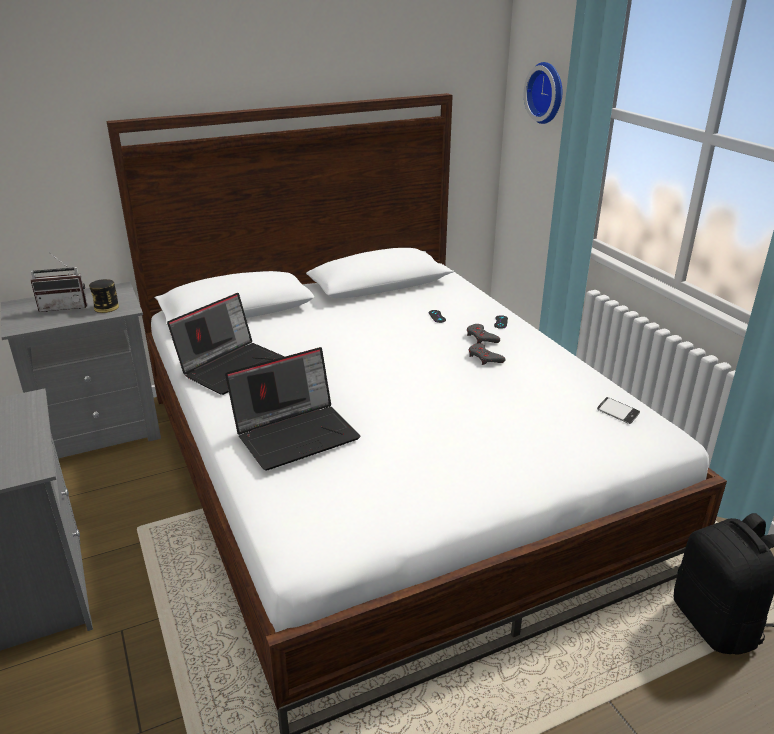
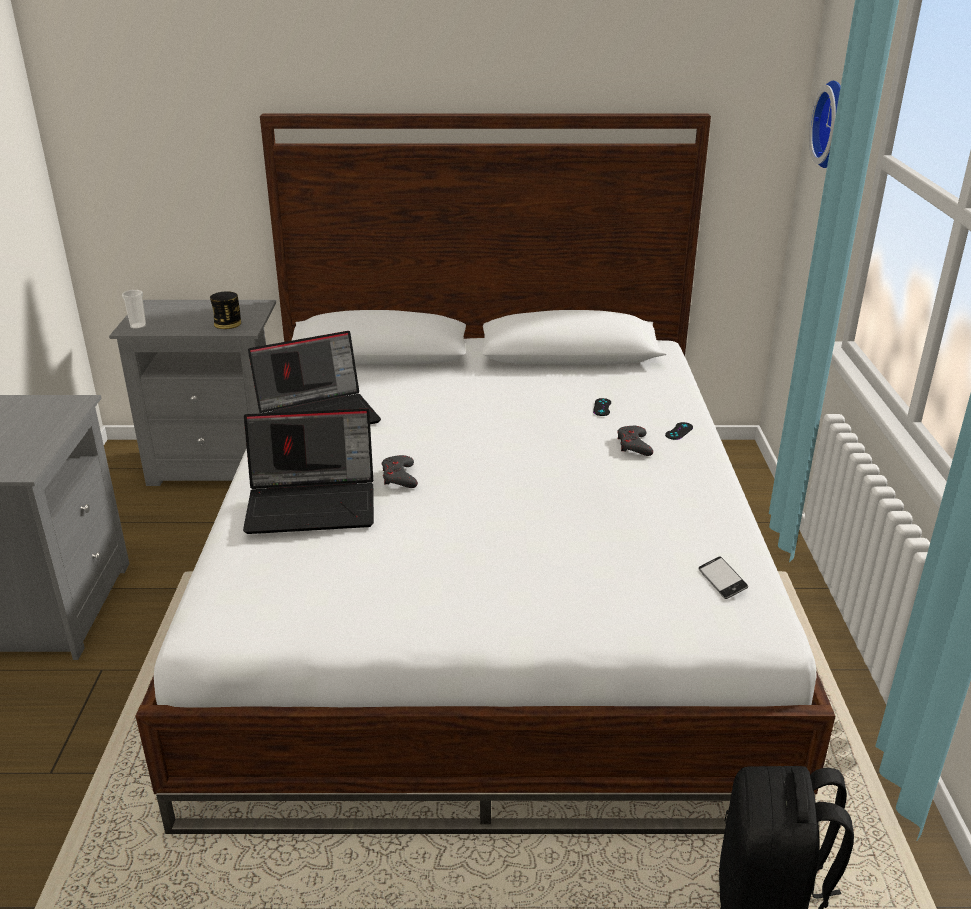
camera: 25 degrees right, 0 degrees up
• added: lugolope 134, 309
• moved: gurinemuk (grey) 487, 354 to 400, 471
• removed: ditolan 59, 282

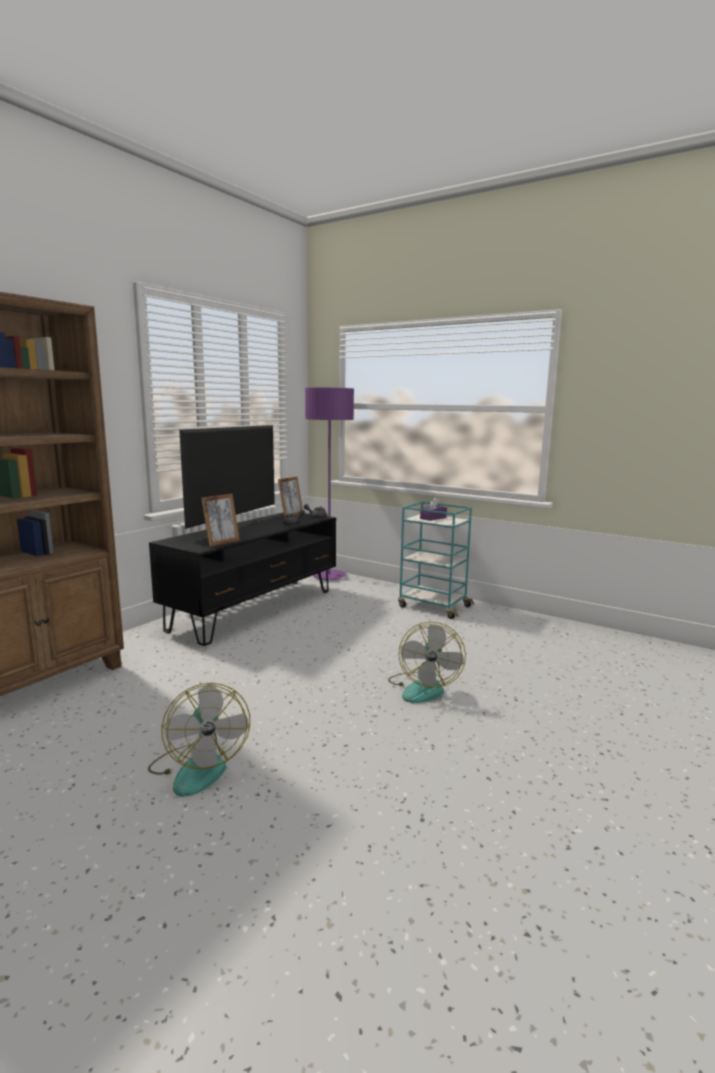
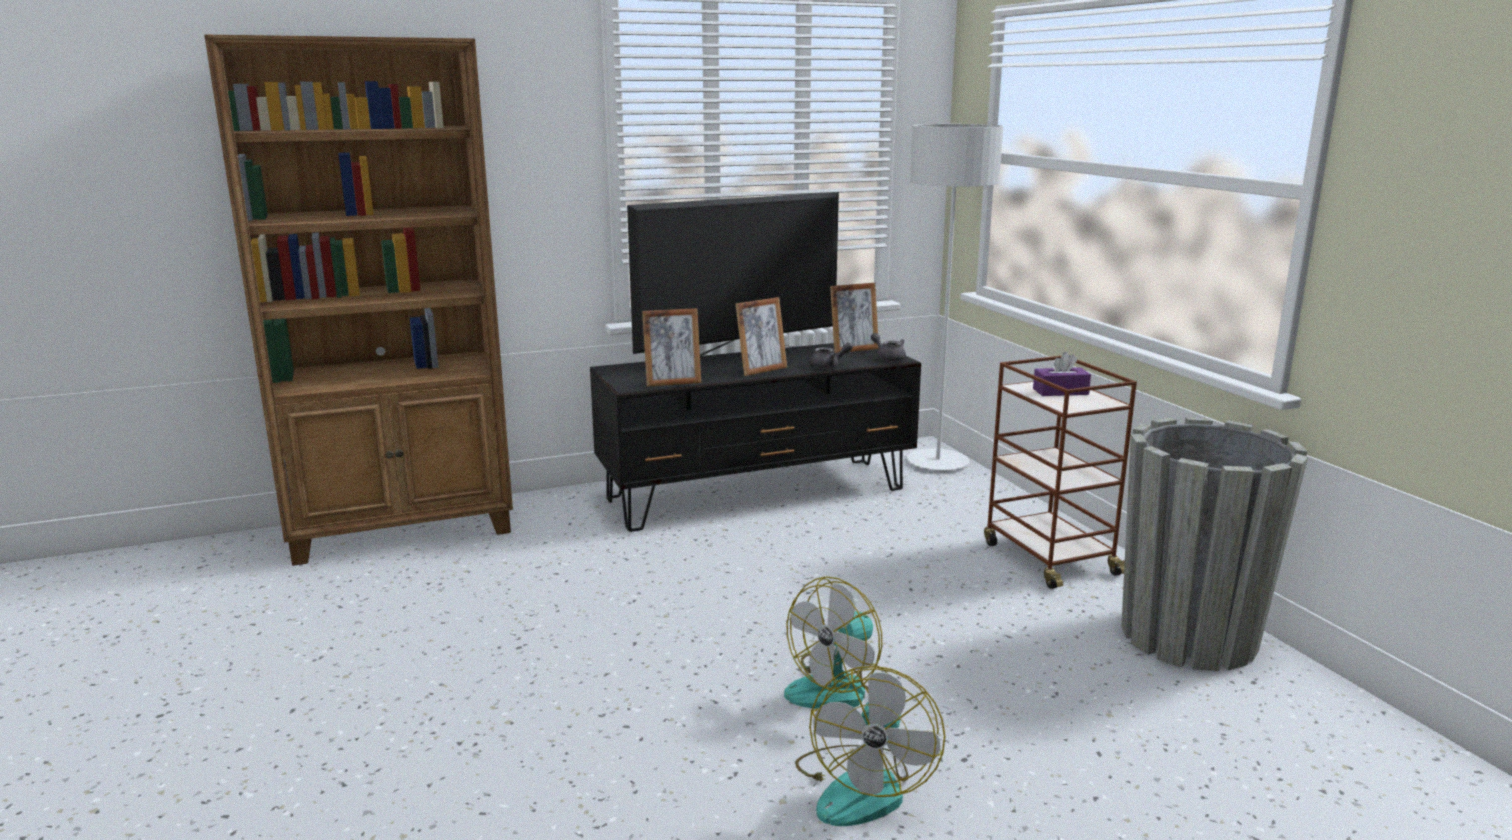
camera: 35 degrees right, 5 degrees up
• added: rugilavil 761, 336
• moved: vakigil 199, 740 to 870, 746
• recoloured: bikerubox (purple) 329, 484 to bikerubox (grey) 955, 297
• recoloured: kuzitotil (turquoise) 436, 560 to kuzitotil (brown) 1060, 472
• added: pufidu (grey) 1214, 544

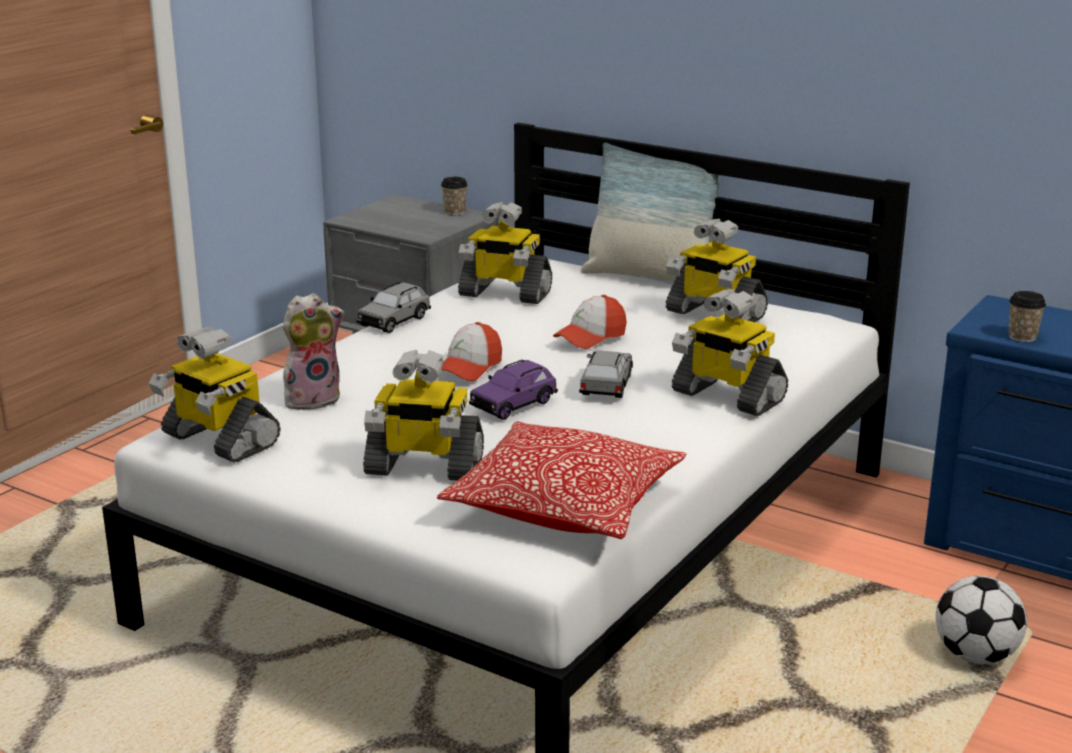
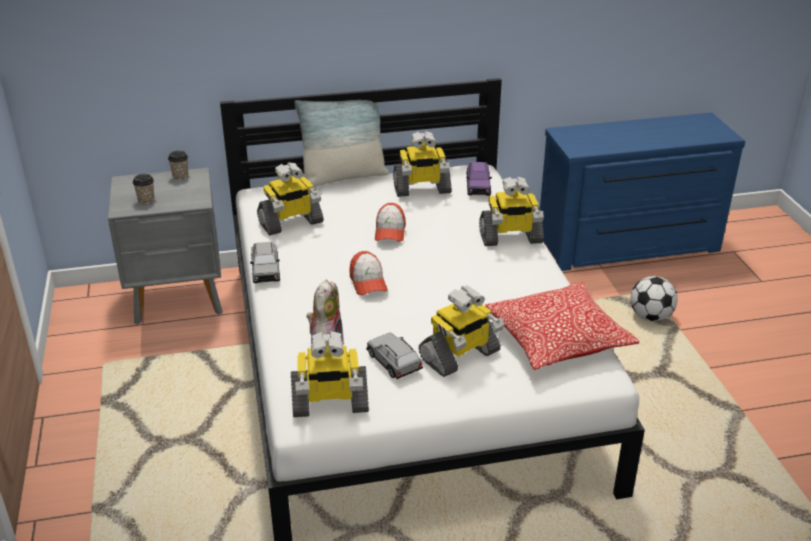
camera: 45 degrees left, 10 degrees up
• moved: lugolope 1027, 316 to 144, 189
• moved: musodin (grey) 606, 374 to 394, 356
• moved: musodin (purple) 513, 390 to 479, 179

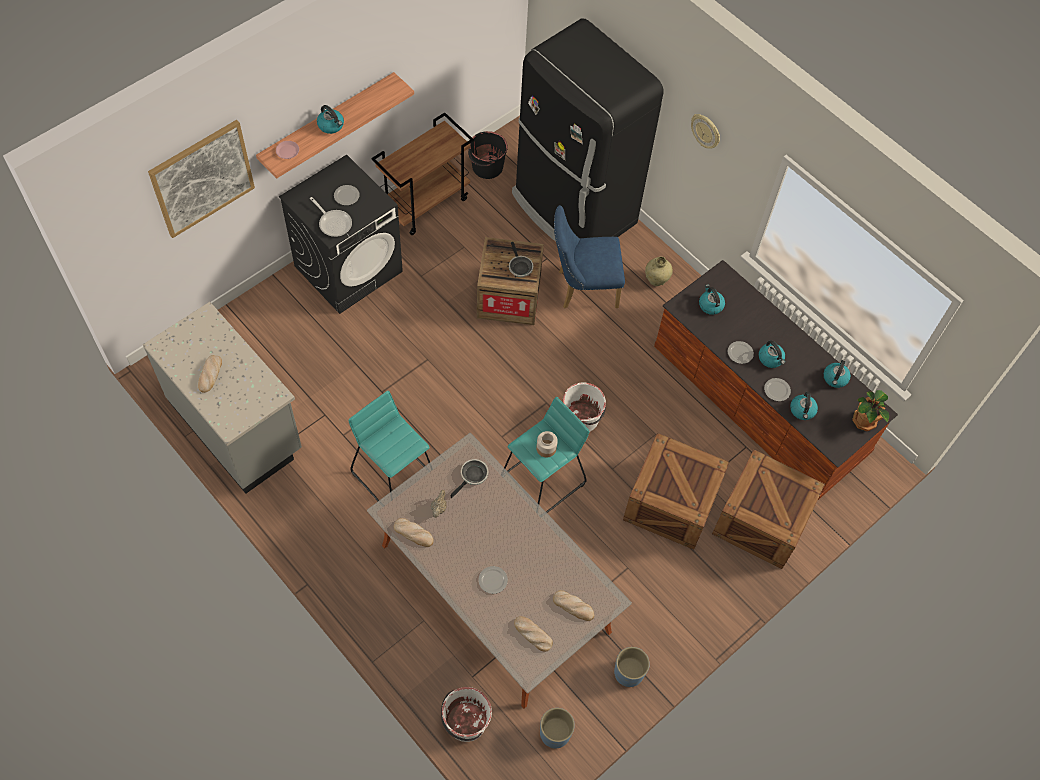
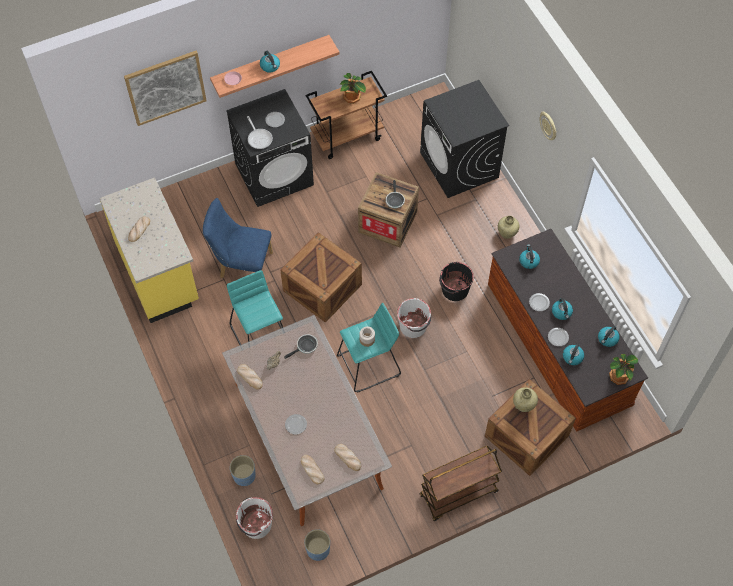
camera: 20 degrees right, 0 degrees up
• recoloured: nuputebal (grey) 222, 398 to nuputebal (yellow) 149, 250
• moved: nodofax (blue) 589, 257 to 238, 238
• moved: pufidu (blue) 632, 667 to 243, 470
• moved: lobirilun 676, 491 to 321, 277
• added: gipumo 353, 88
• replaced: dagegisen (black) 587, 130 to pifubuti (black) 464, 139
• added: kuzitotil (brown) 461, 483
• moved: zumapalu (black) 488, 155 to 456, 281
• added: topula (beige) 525, 399

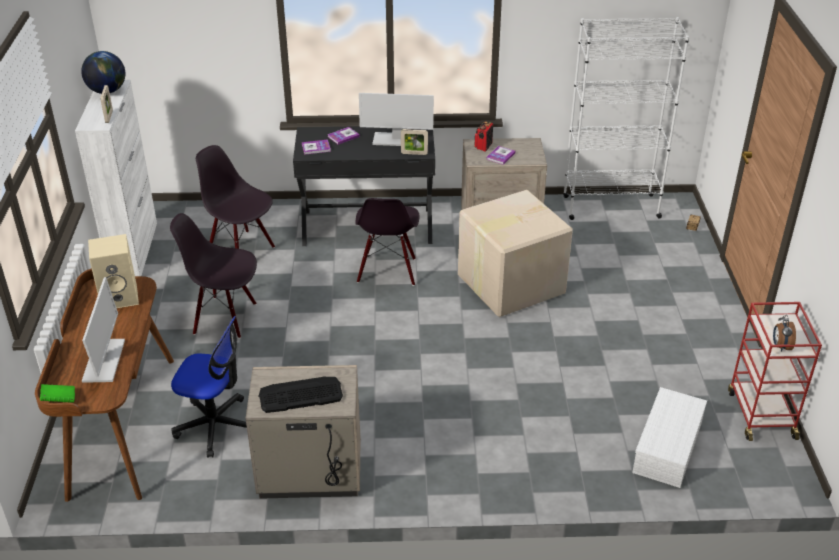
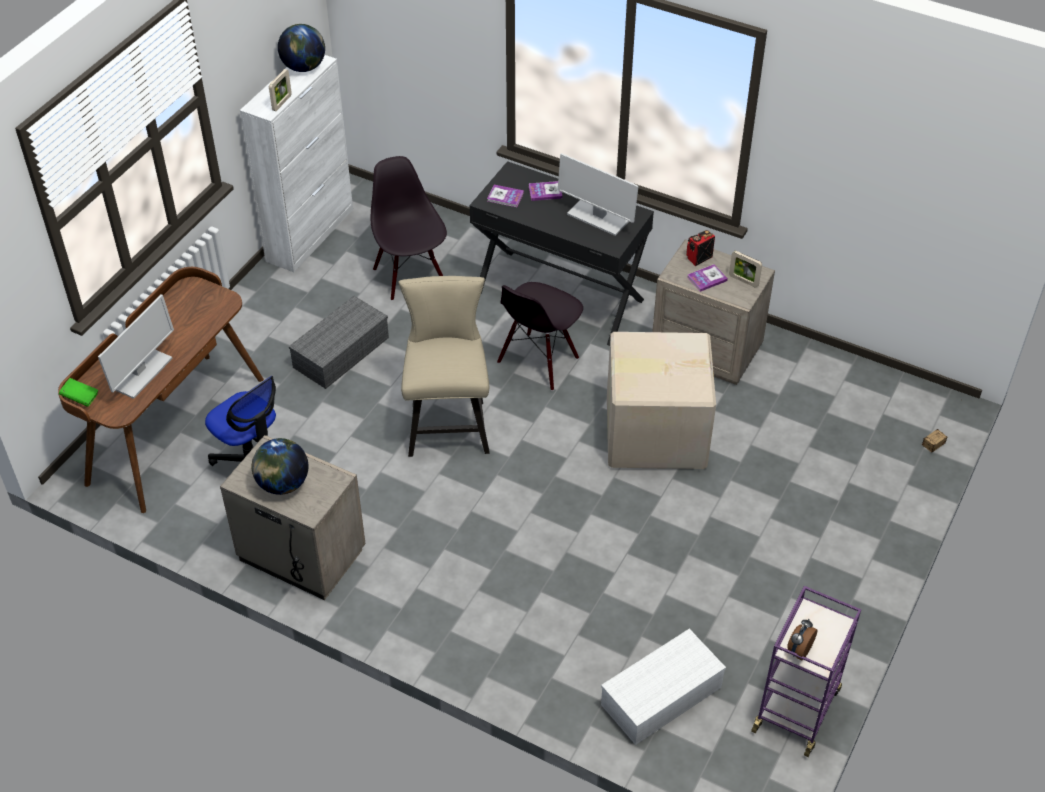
camera: 30 degrees right, 10 degrees up
• replaced: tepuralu 301, 395 to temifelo 280, 466
• replaced: nodofax (black) 213, 276 to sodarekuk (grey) 339, 342
• added: nodofax (beige) 444, 366
• moved: rugilavil 414, 142 to 745, 269
• recoloured: kuzitotil (red) 775, 371 to kuzitotil (purple) 806, 671
• removed: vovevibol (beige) 113, 271
• removed: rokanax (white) 626, 118

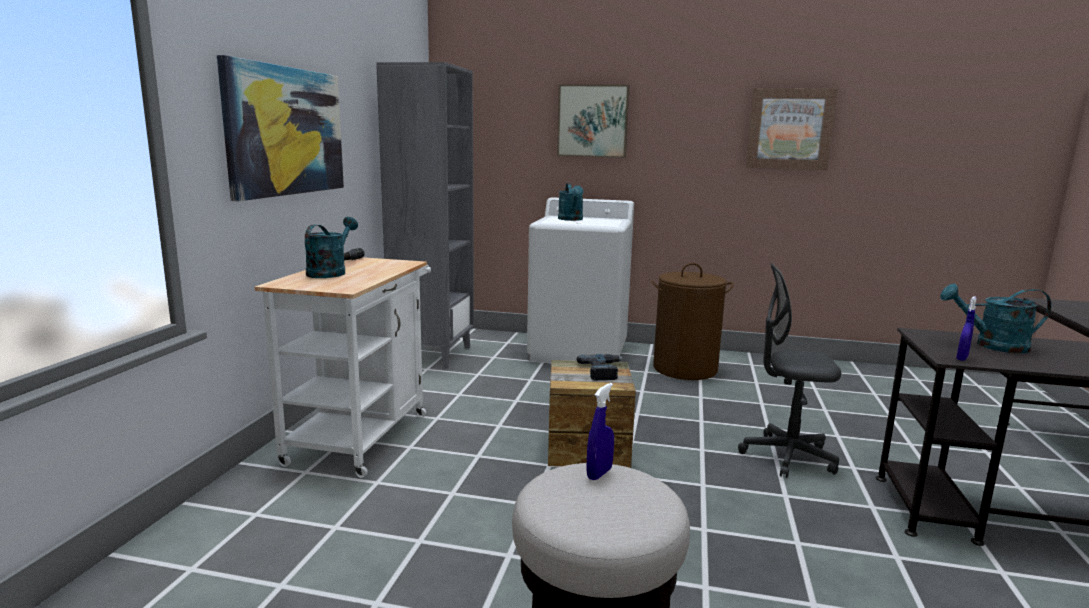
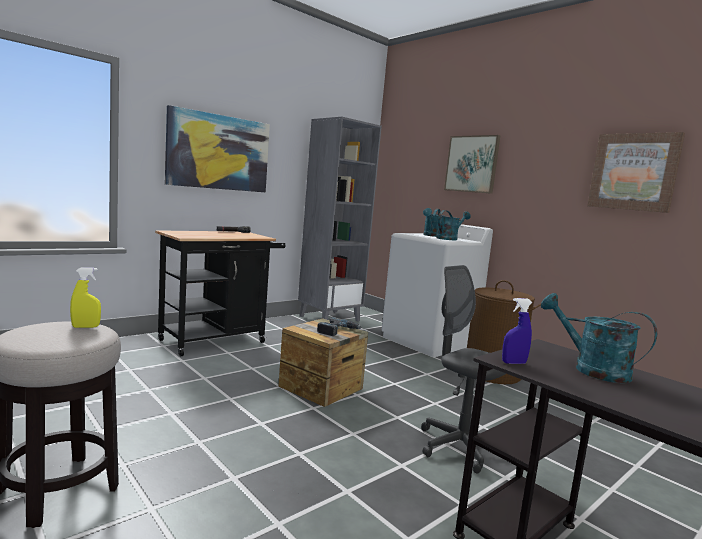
camera: 35 degrees right, 5 degrees down
• recoloured: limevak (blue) 600, 431 to limevak (yellow) 85, 297
• recoloured: kuzitotil (white) 343, 367 to kuzitotil (black) 220, 293
• moved: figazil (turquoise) 331, 247 to 453, 225

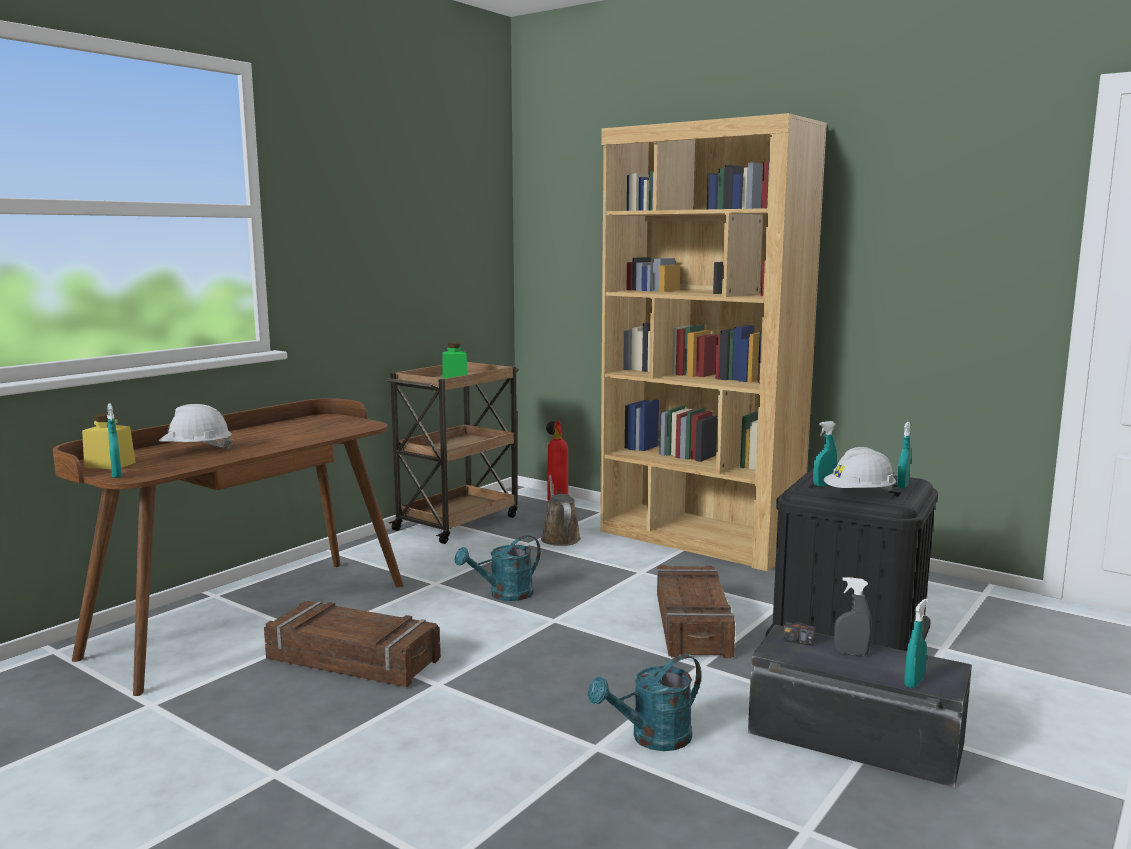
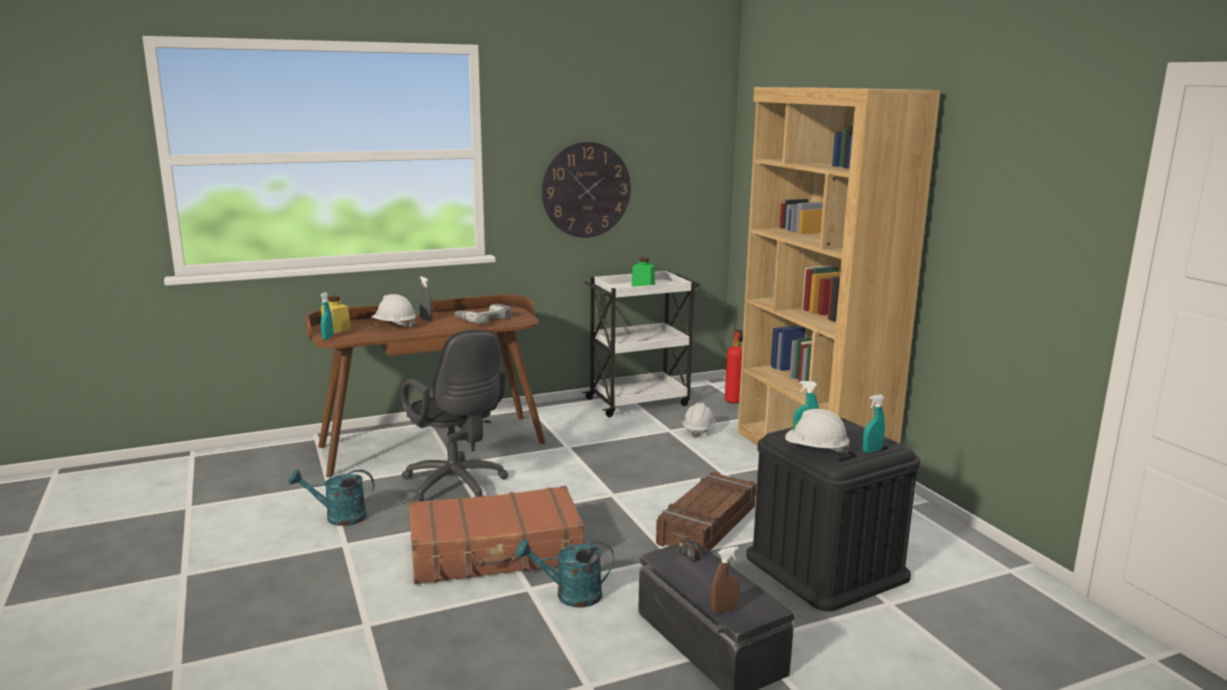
camera: 30 degrees right, 5 degrees up
• moved: figazil (turquoise) 498, 568 to 331, 497
• replaced: lobirilun 352, 644 to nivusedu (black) 454, 416
• added: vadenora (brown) 496, 535
• moved: limevak (grey) 853, 616 to 426, 298
• added: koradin 482, 314
• added: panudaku 586, 190
• recoloured: kuzitotil (brown) 452, 452 to kuzitotil (white) 641, 344
• replaced: figazil (brown) 561, 510 to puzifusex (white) 699, 420
• recoloured: limevak (turquoise) 915, 643 to limevak (brown) 725, 579

